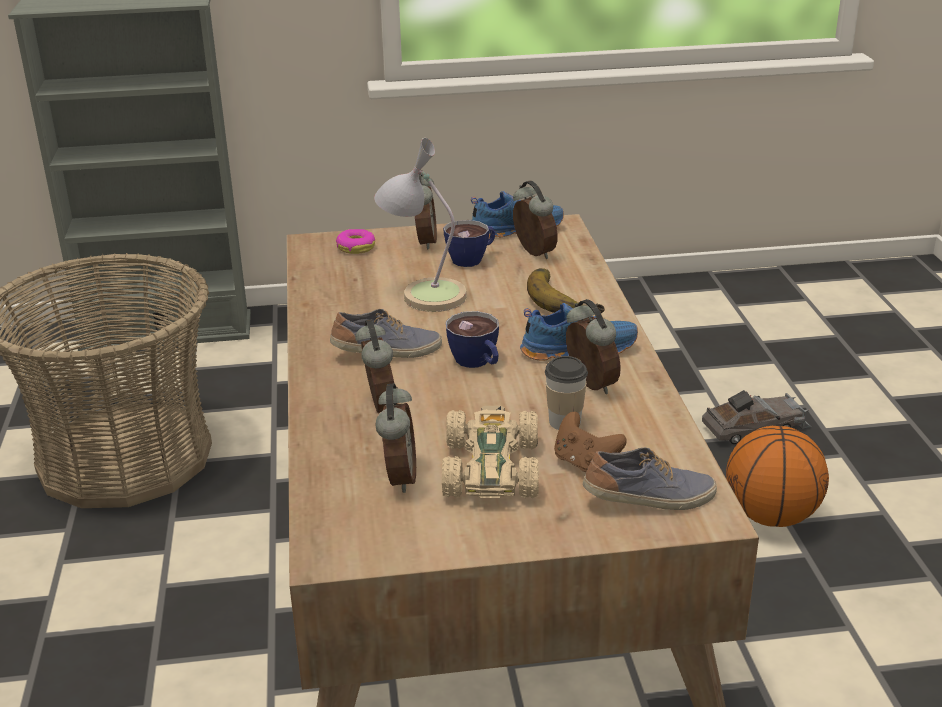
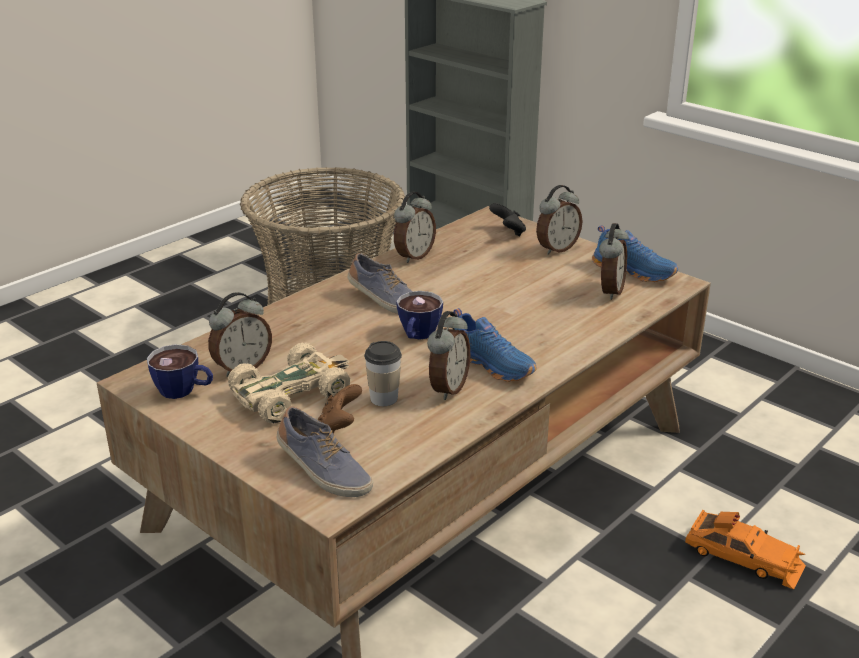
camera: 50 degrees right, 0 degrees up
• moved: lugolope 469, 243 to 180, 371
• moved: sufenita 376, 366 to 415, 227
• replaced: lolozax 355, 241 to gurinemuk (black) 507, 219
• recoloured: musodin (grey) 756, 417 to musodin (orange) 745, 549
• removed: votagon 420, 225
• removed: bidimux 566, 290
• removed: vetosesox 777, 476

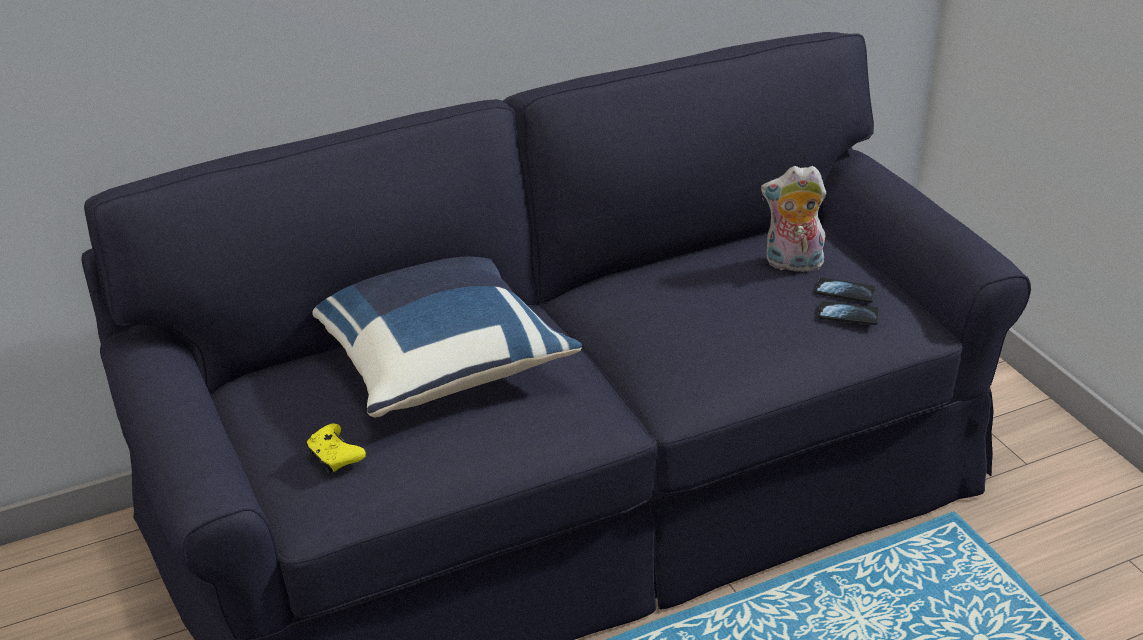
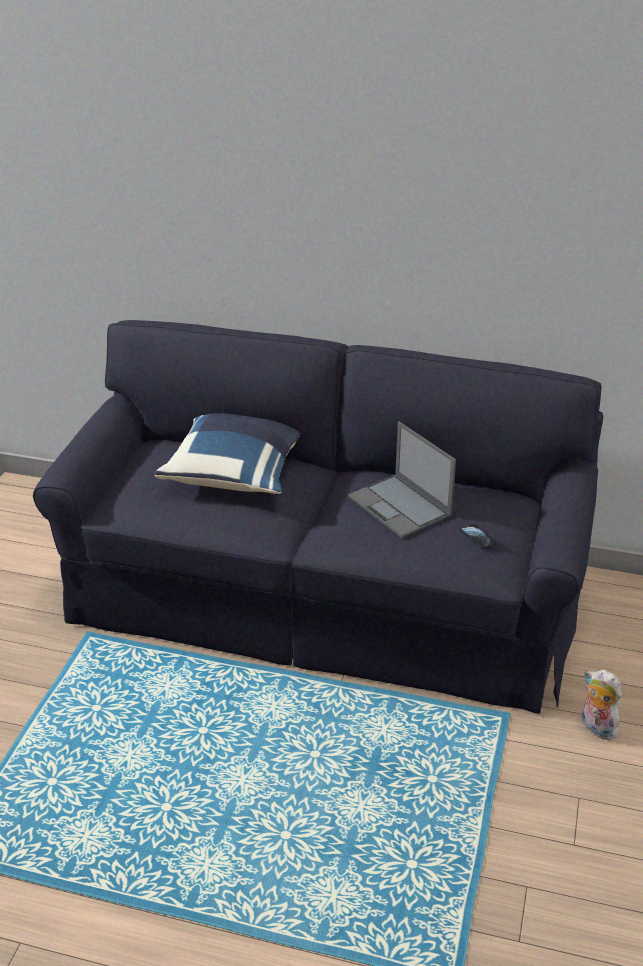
camera: 40 degrees right, 0 degrees up
• added: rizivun 402, 480
• moved: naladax 794, 219 to 602, 704
• removed: gurinemuk (yellow) 336, 448
• removed: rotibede 848, 313

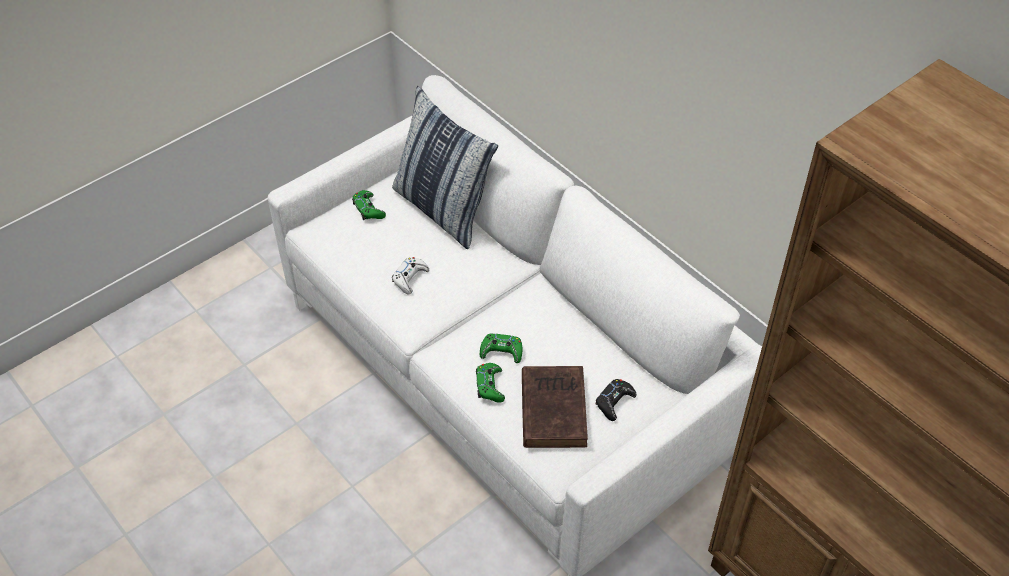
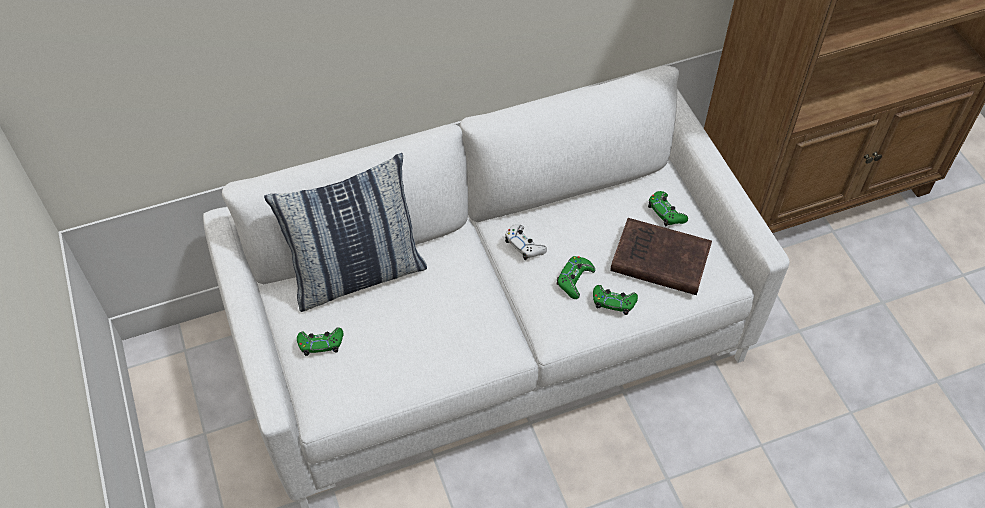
camera: 70 degrees left, 5 degrees up
• moved: gurinemuk (white) 410, 275 to 526, 242
• recoloured: gurinemuk (black) 616, 400 to gurinemuk (green) 668, 208

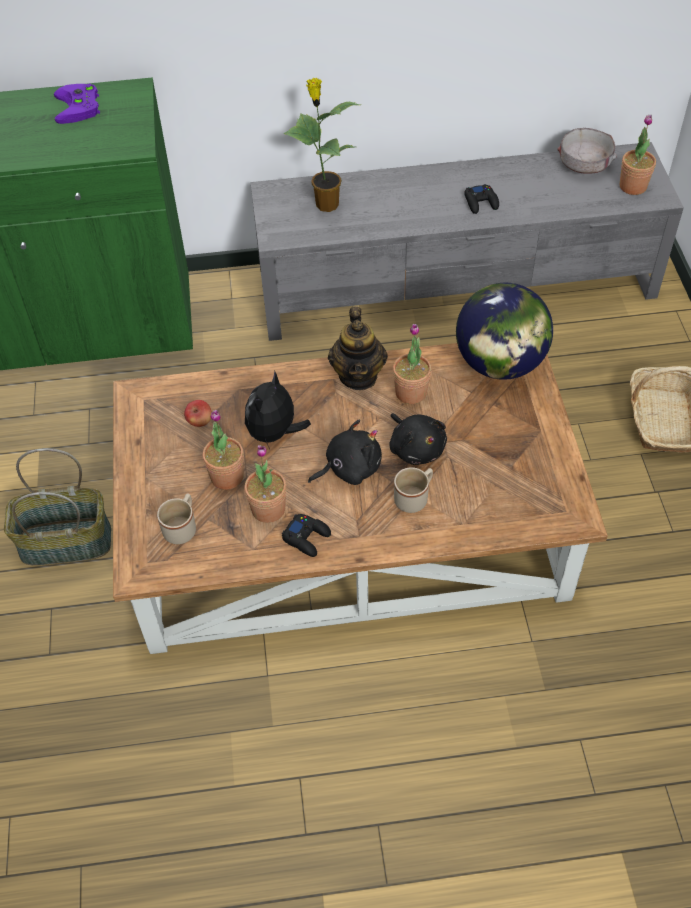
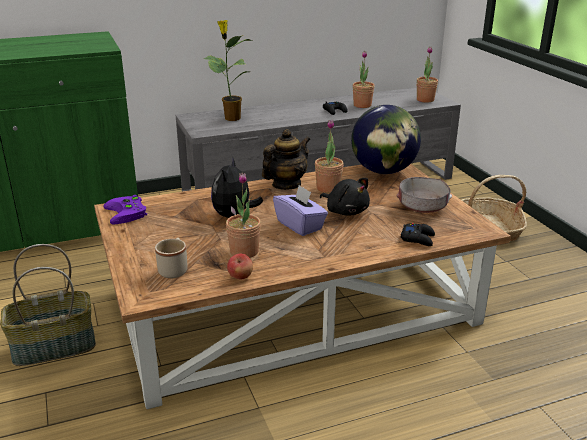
camera: 15 degrees left, 25 degrees down
• moved: gurinemuk (purple) 77, 104 to 125, 210
• moved: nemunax 198, 413 to 240, 266
• turned: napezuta 358, 348 = 286, 159 120 degrees counterclockwise
• replaced: naladax (black) 345, 452 to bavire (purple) 300, 210
• moved: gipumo 223, 450 to 364, 79
• moved: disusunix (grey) 587, 151 to 424, 195
• moved: gurinemuk (black) 306, 535 to 417, 234
• removed: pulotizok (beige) 413, 490

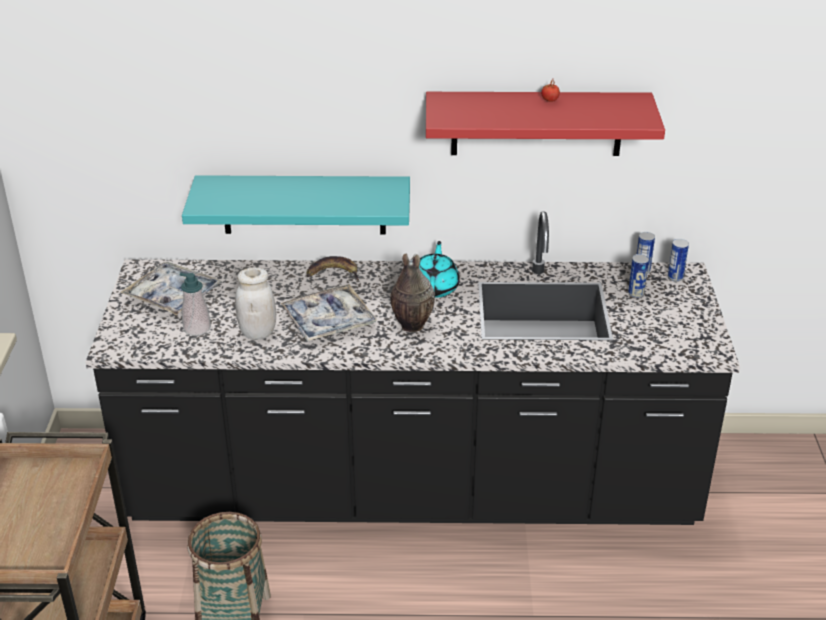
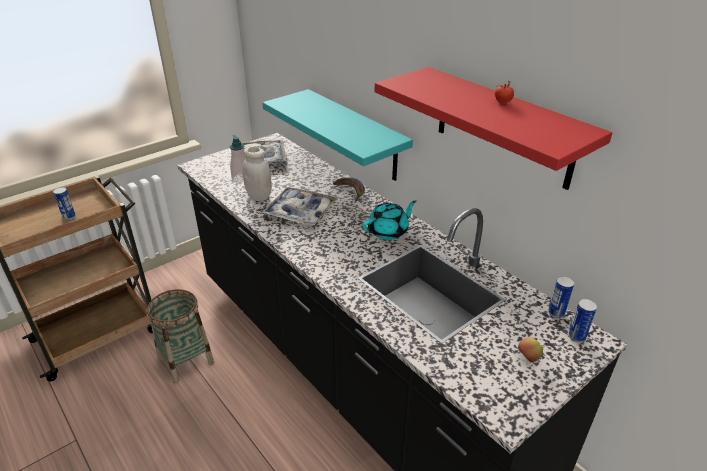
camera: 50 degrees right, 0 degrees up
• moved: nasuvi 638, 276 to 64, 203
• added: nemunax 530, 350
• removed: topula 412, 293

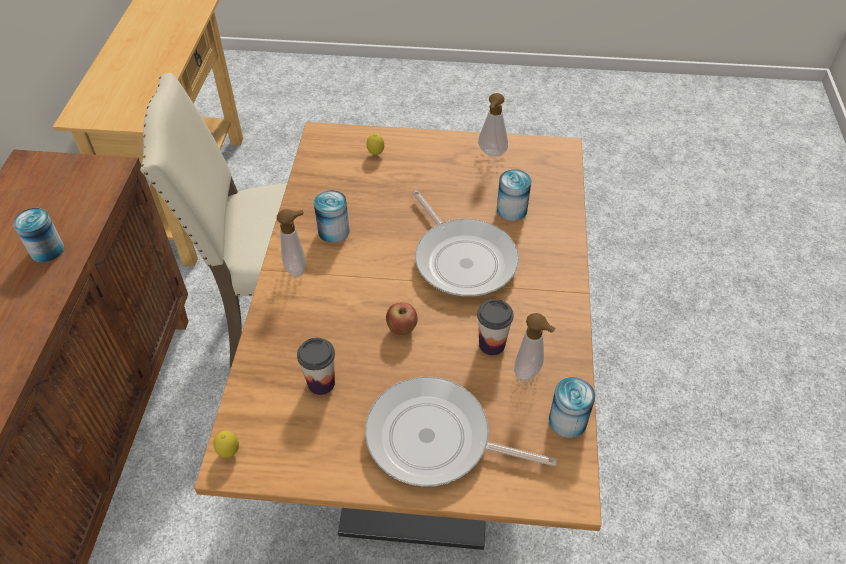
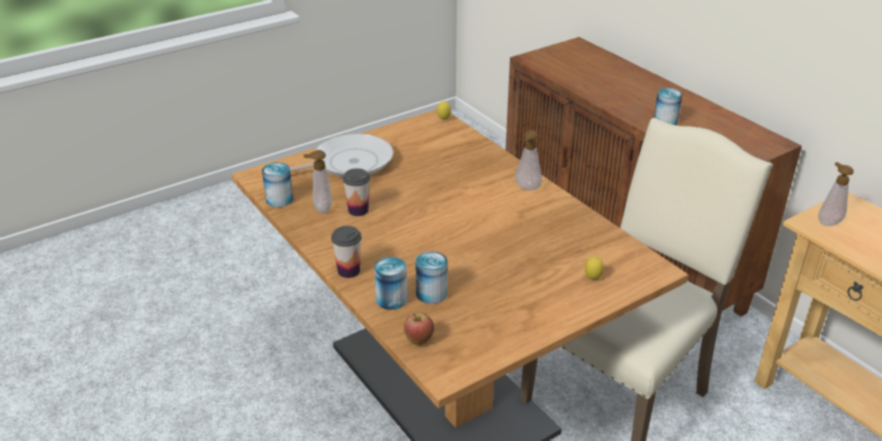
camera: 140 degrees right, 15 degrees down
• moved: lugolope 316, 366 to 346, 252
• moved: nasuvi 331, 216 to 390, 283
• moved: nemunax 402, 318 to 419, 329
• moved: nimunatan 493, 124 to 836, 194
• removed: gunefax 466, 243

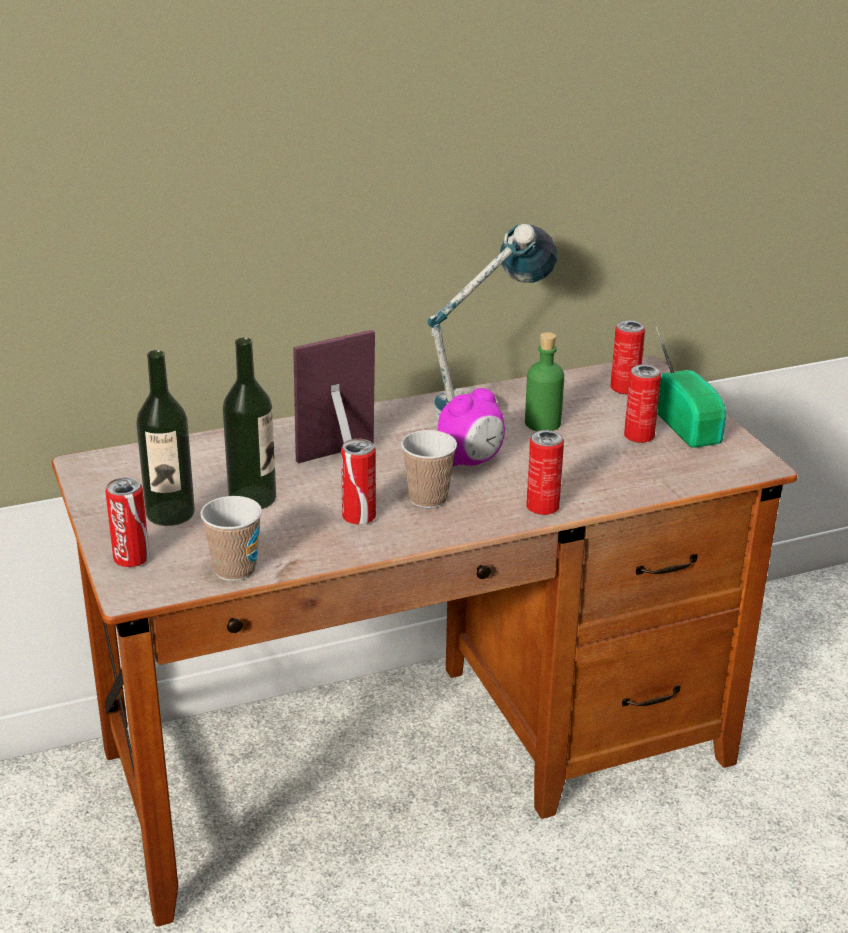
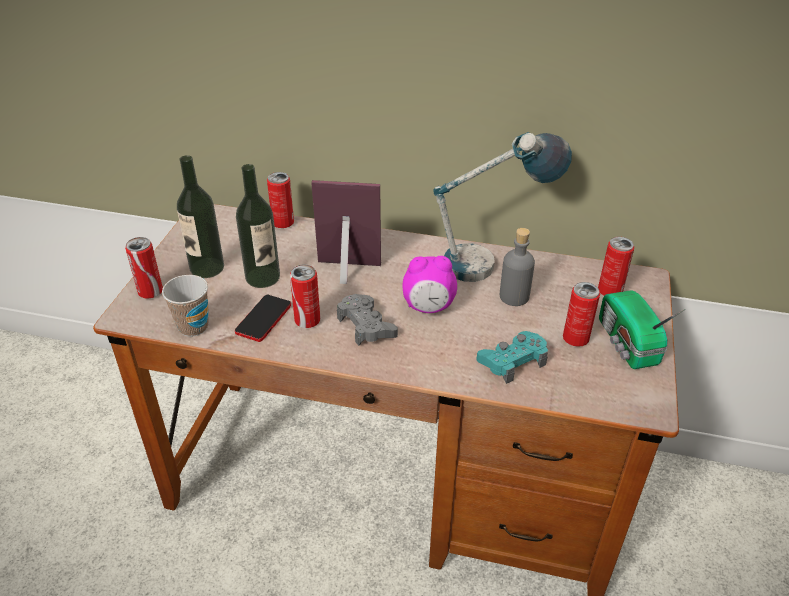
camera: 35 degrees right, 10 degrees up
• added: rotibede 263, 318
• moved: nasuvi 545, 472 to 280, 200
• replaced: lugolope 429, 469 to gurinemuk (grey) 367, 320
• added: gurinemuk (turquoise) 512, 357
• recoloured: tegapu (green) 544, 381 to tegapu (grey) 517, 267
• turned: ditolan 691, 387 = 642, 330 150 degrees clockwise

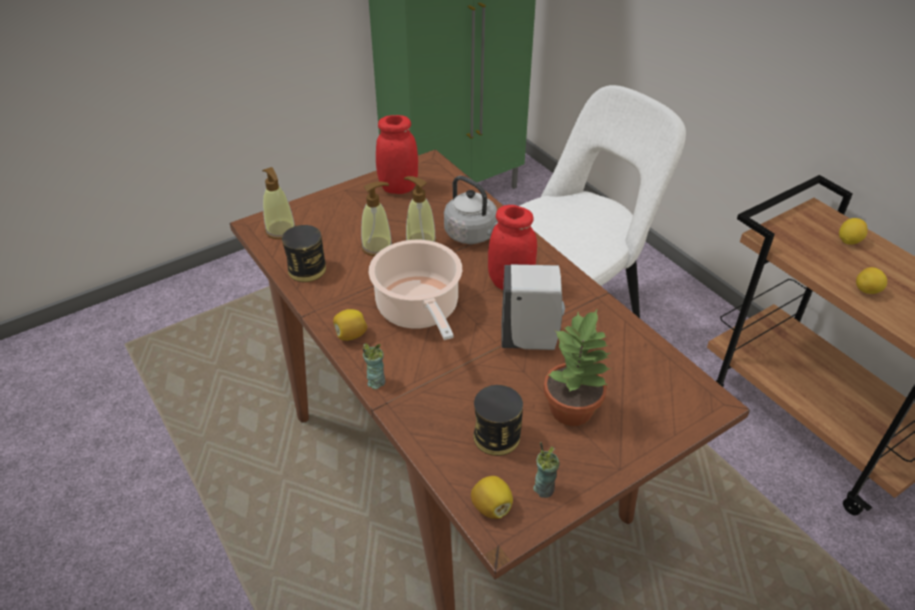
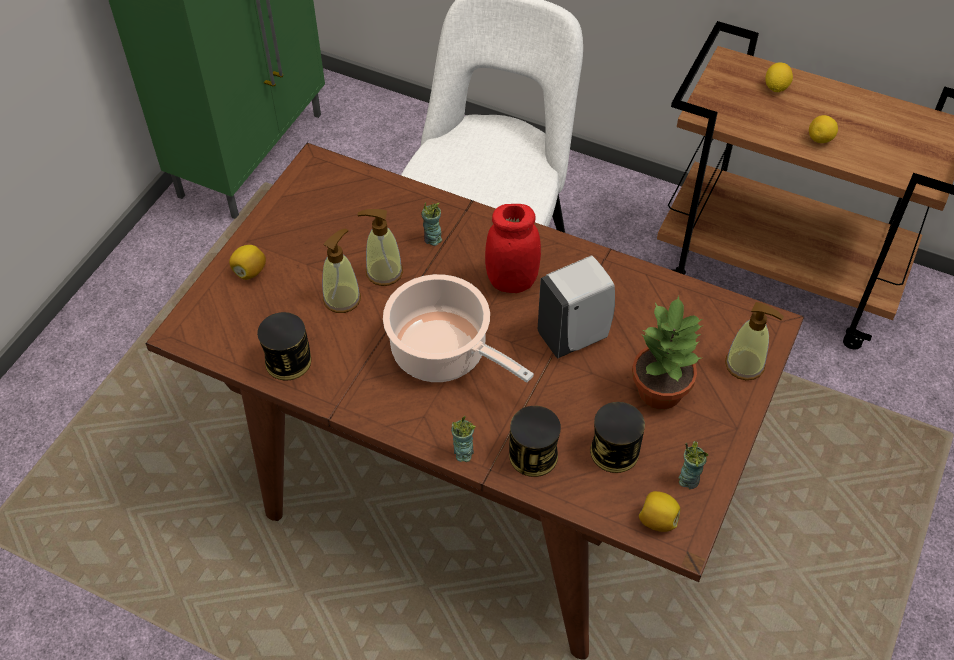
camera: 30 degrees left, 10 degrees up
• moved: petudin 350, 325 to 247, 262
• replaced: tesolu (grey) 471, 210 to lugolope 431, 224
• added: nasuvi 535, 441
• moved: nimunatan 279, 203 to 754, 341
• removed: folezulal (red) 397, 154

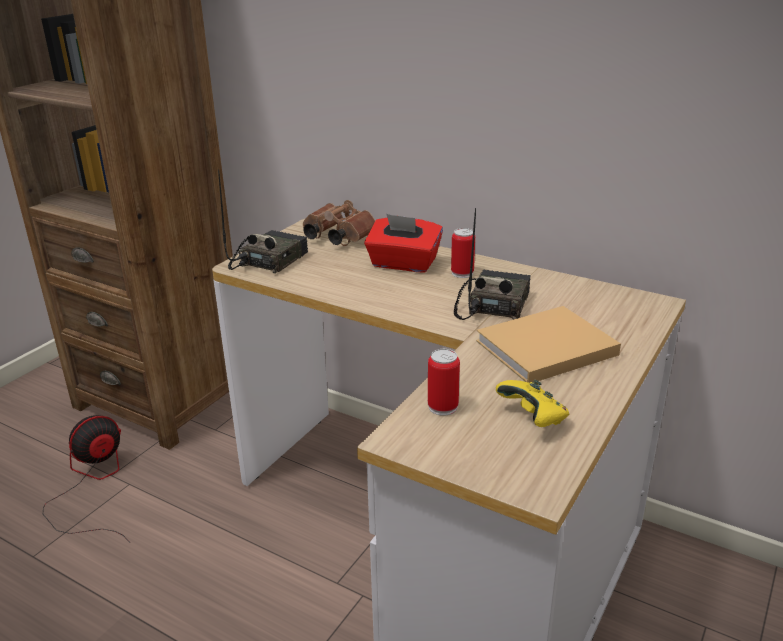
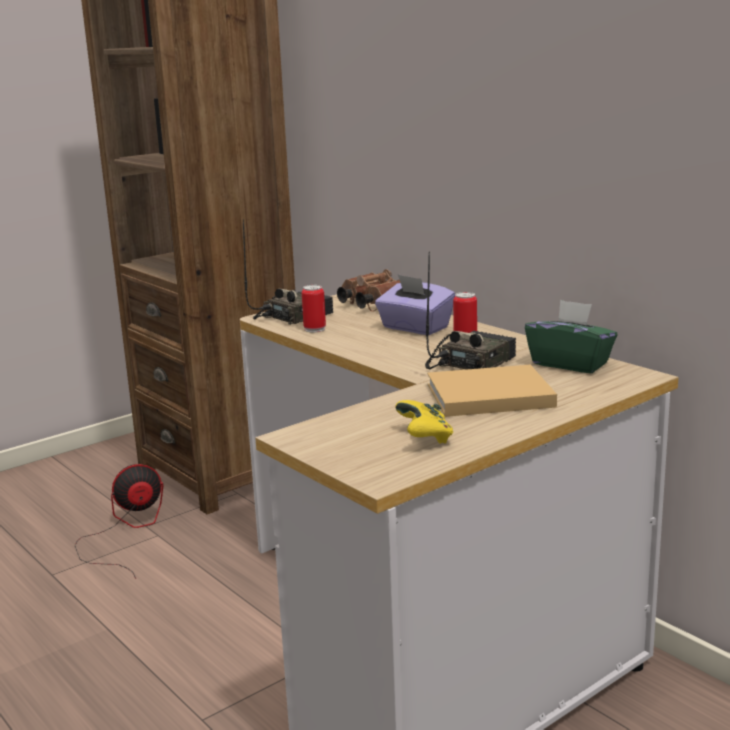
camera: 20 degrees right, 10 degrees down
• moved: nasuvi 444, 382 to 314, 308
• recoloured: bavire (red) 403, 243 to bavire (purple) 415, 304
• added: bavire (green) 571, 336

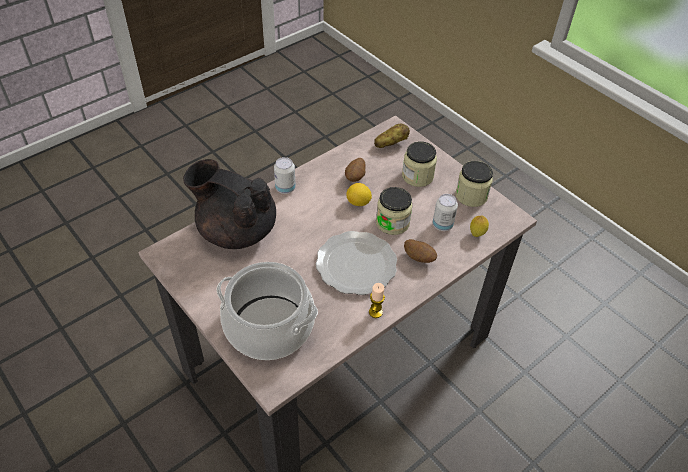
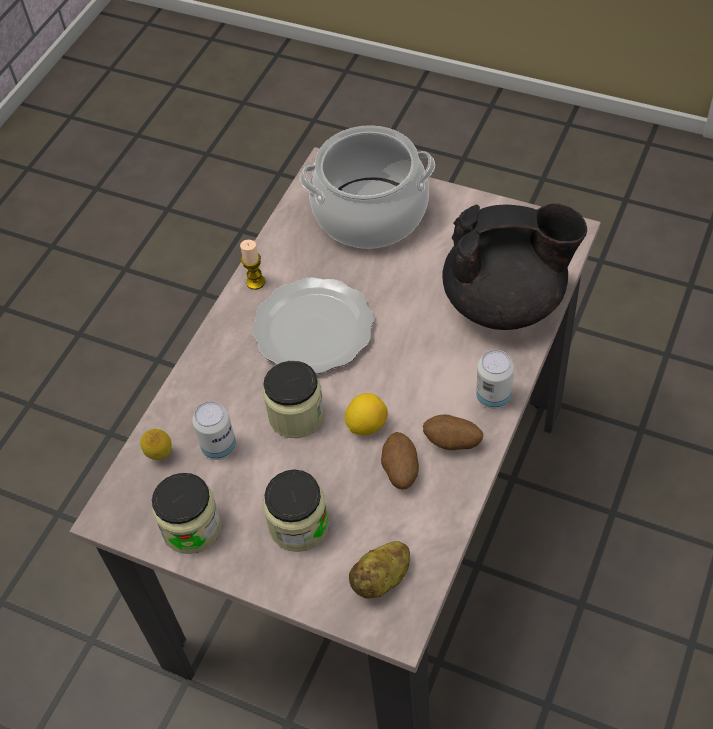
camera: 160 degrees right, 5 degrees up
• moved: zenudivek 420, 251 to 453, 432

